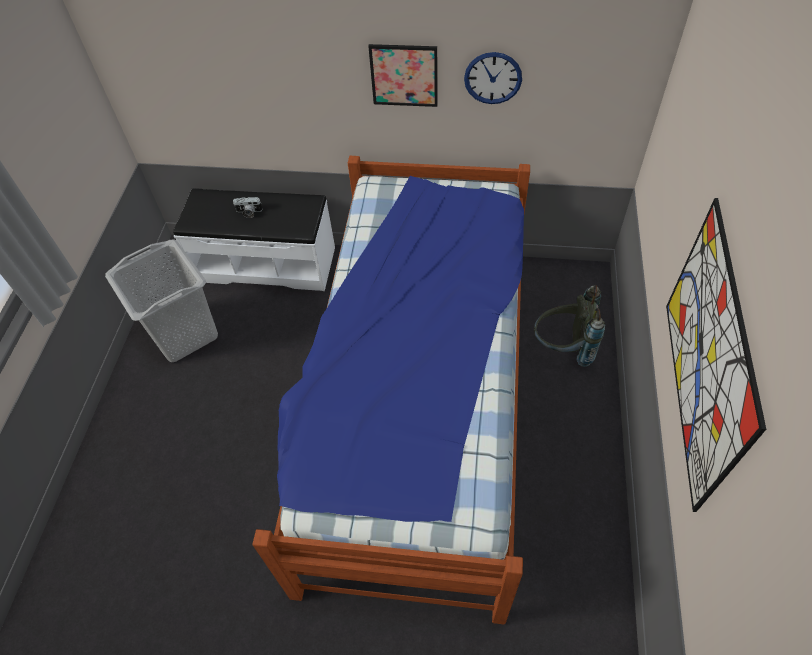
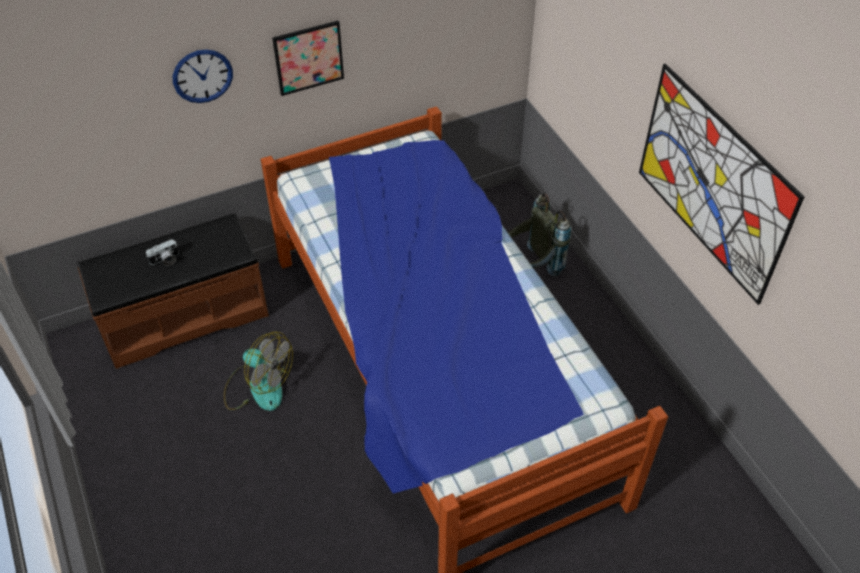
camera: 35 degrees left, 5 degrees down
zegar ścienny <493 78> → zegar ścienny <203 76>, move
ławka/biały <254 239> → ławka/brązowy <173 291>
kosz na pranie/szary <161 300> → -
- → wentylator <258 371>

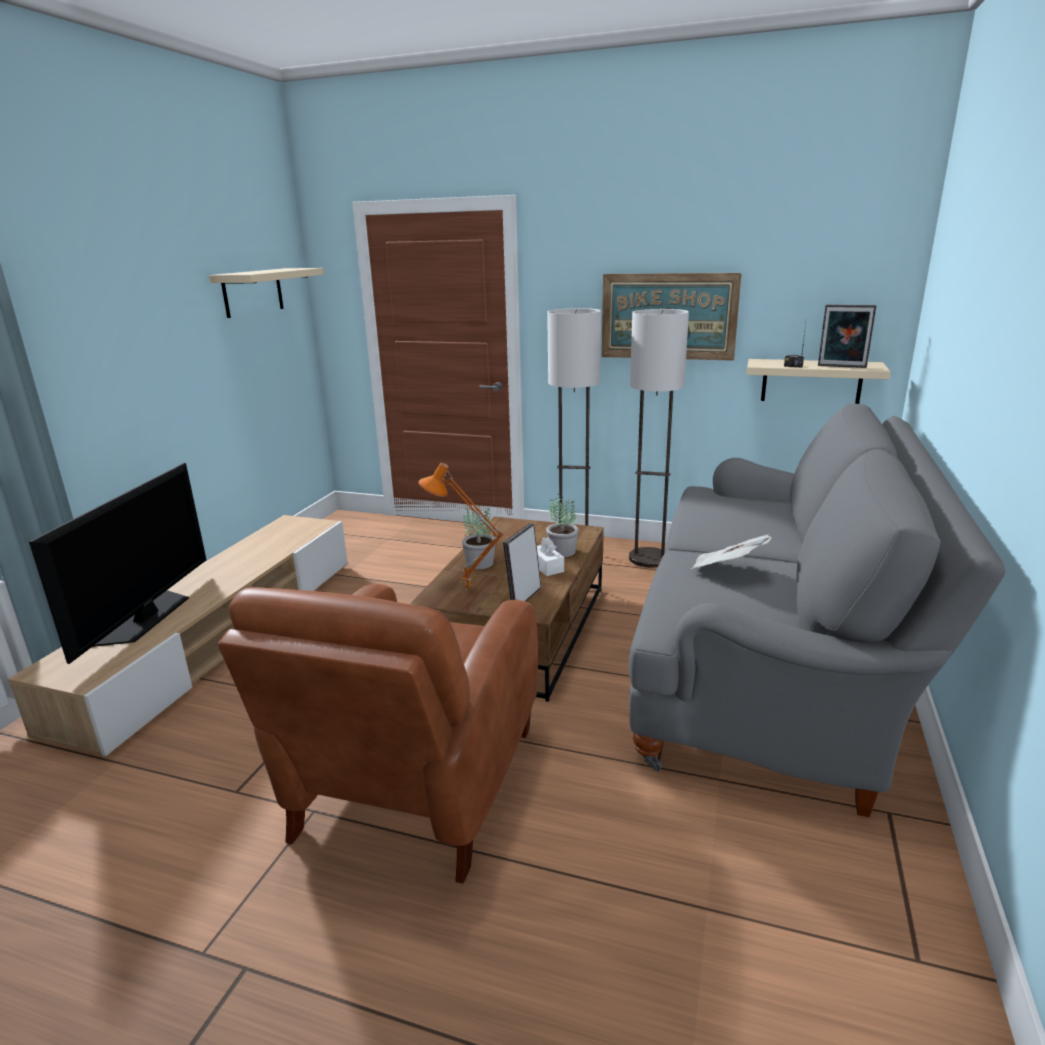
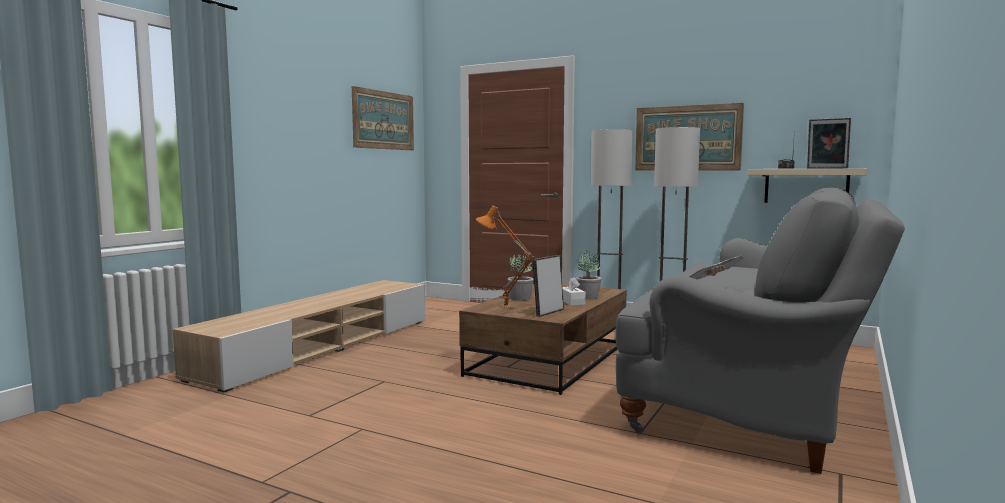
camera: 10 degrees right, 15 degrees down
półka/beżowy <266 293> → obraz <383 118>
telewizor <117 563> → -
fotel/brązowy <378 734> → -

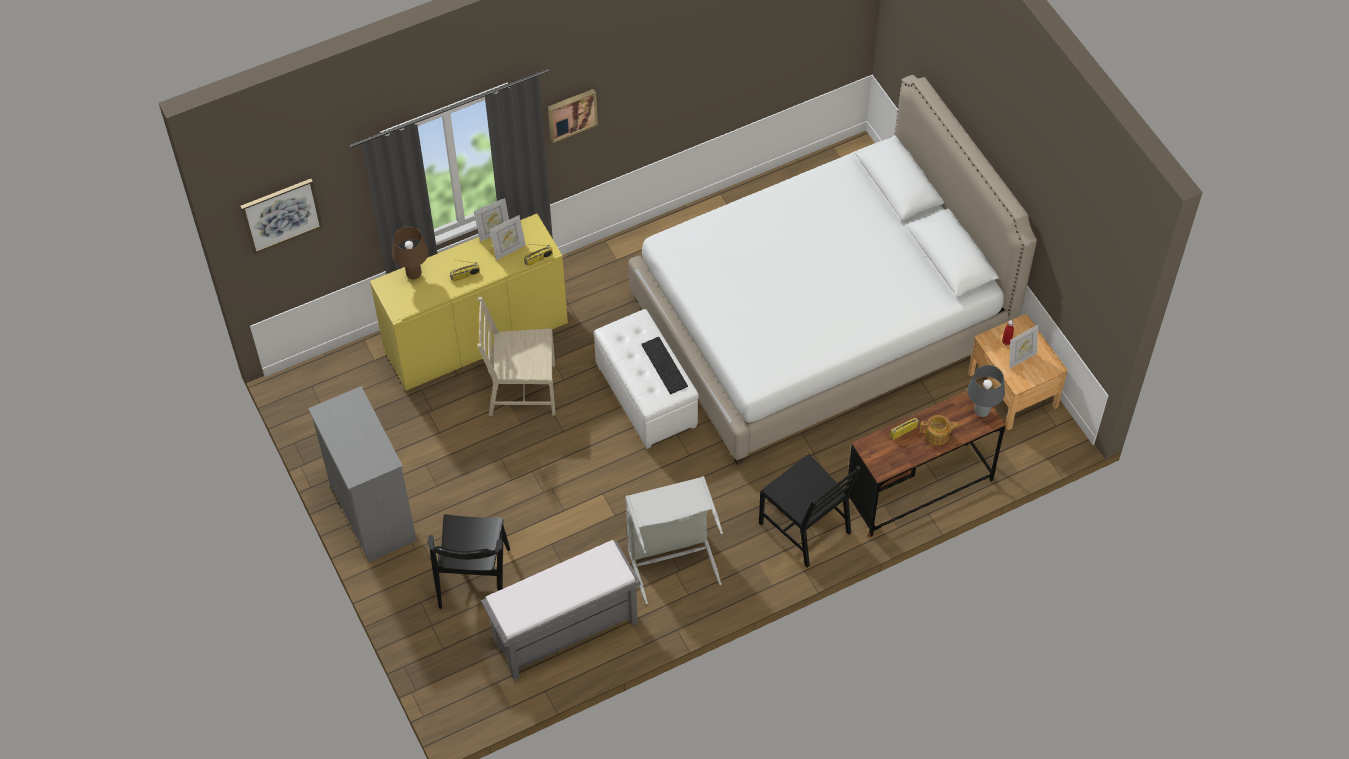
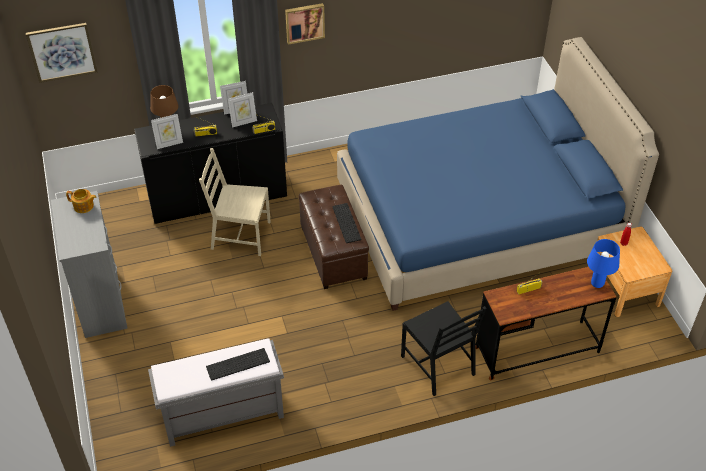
camera: 10 degrees right, 10 degrees down
łóżko/biały <832 270> → łóżko/niebieski <498 174>
szafka/żółty <469 302> → szafka/czarny <210 163>
pufa/biały <646 379> → pufa/brązowy <334 237>
ramka na zdjęcie <1023 347> → ramka na zdjęcie <167 131>, move
lampa stołowa/szary <986 391> → lampa stołowa/niebieski <603 263>
imbryk <939 430> → imbryk <81 201>, move
kosz na pranie/szary <674 540> → -
krzesło/czarny <468 561> → -
- → klawiatura <238 364>

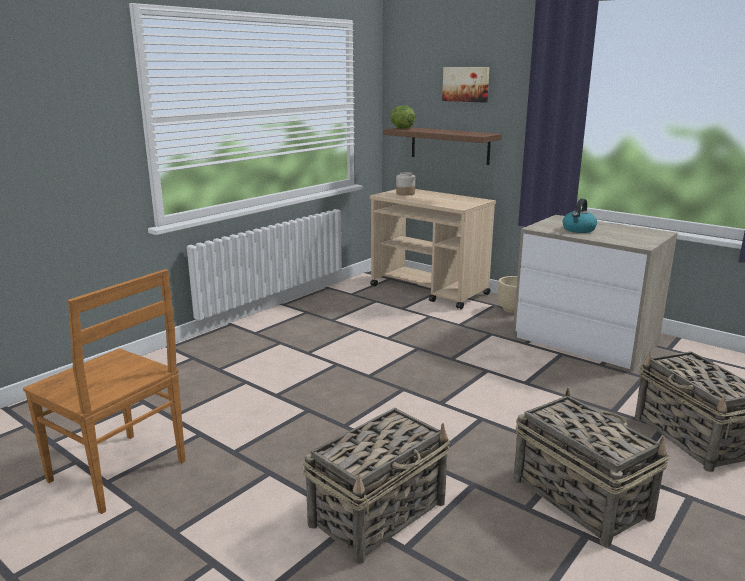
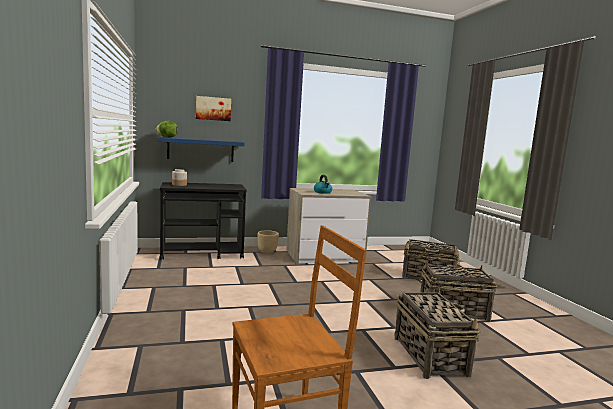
camera: 55 degrees left, 10 degrees down
półka/brązowy <442 146> → półka/niebieski <201 149>
wózek/beżowy <433 249> → wózek/czarny <203 221>

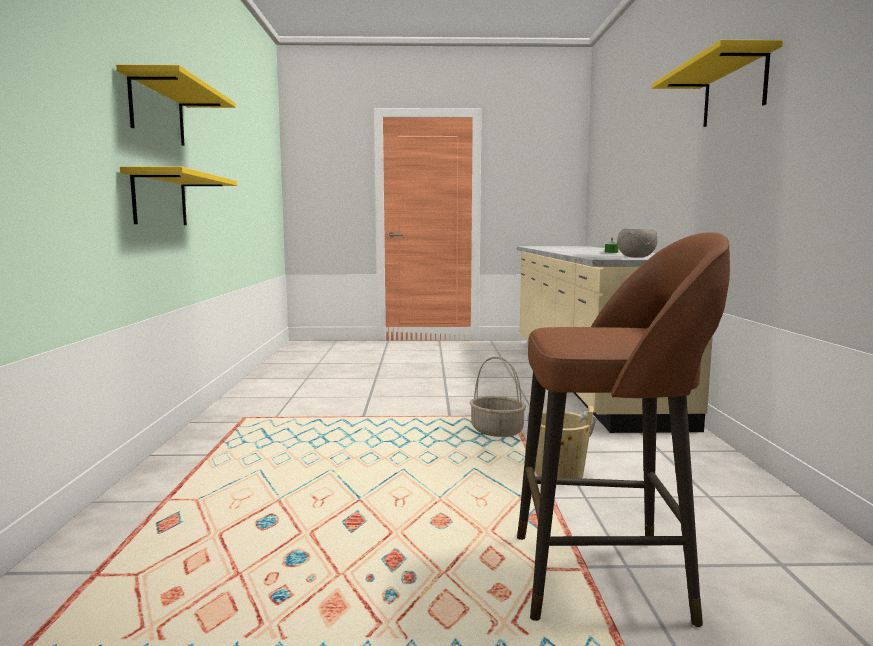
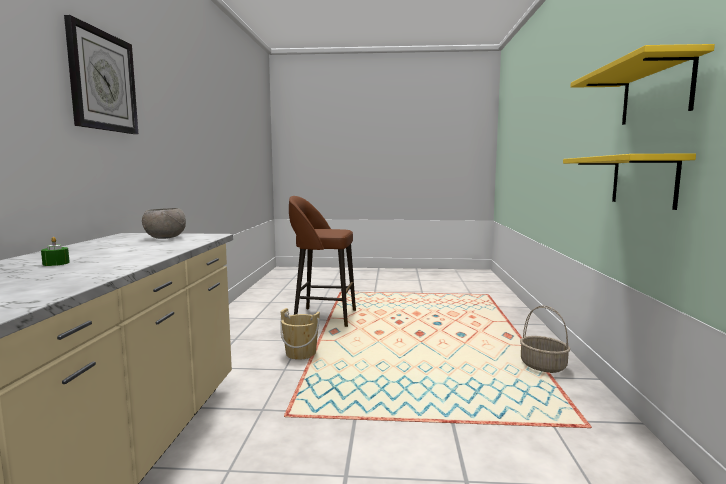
camera: 175 degrees left, 0 degrees up
półka/żółty <717 83> → zegar ścienny <101 74>
koszyk <498 396> → koszyk <545 339>, move

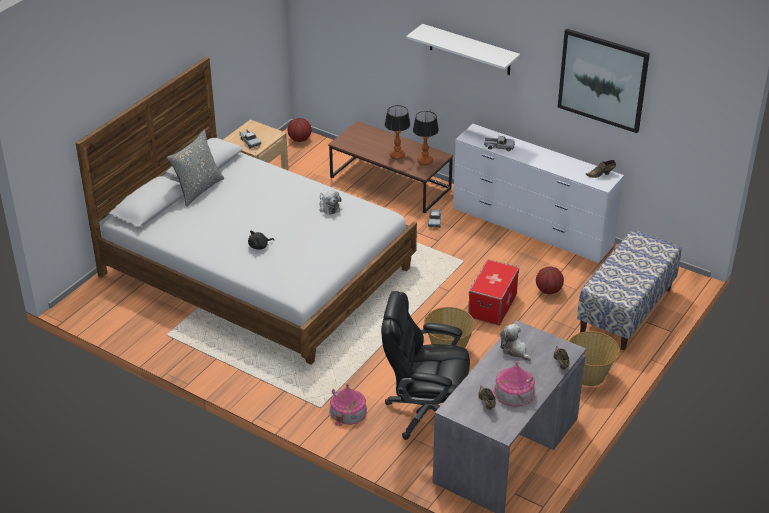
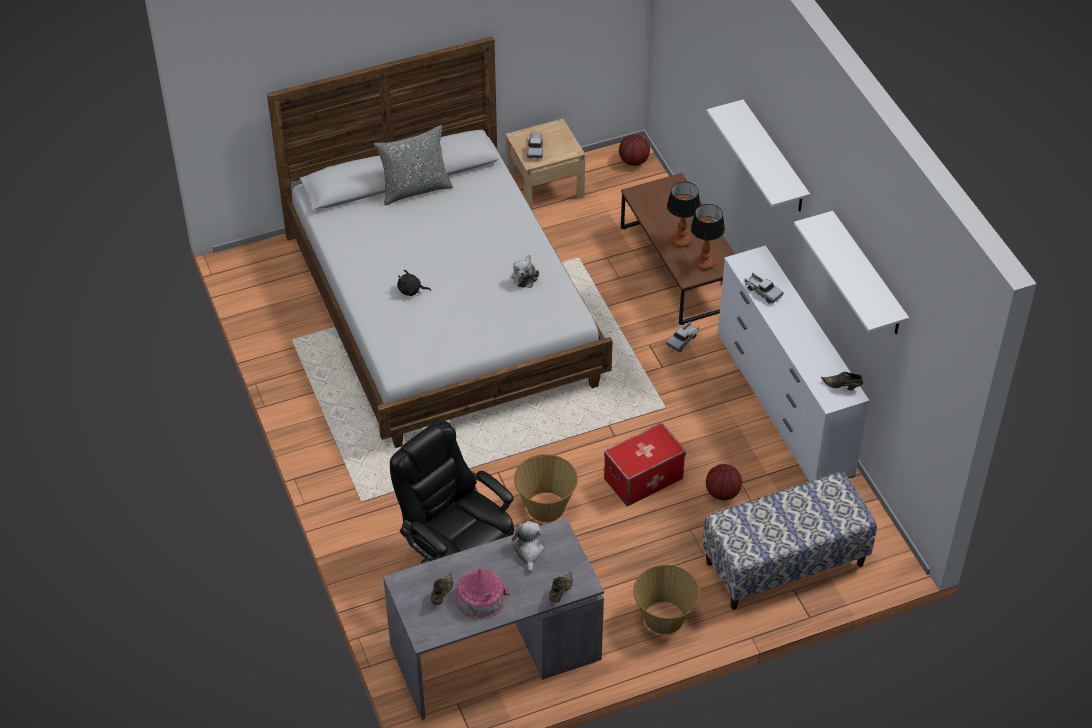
camera: 35 degrees right, 10 degrees up
obraz <604 81> → półka/biały <851 272>
domek <348 404> → -

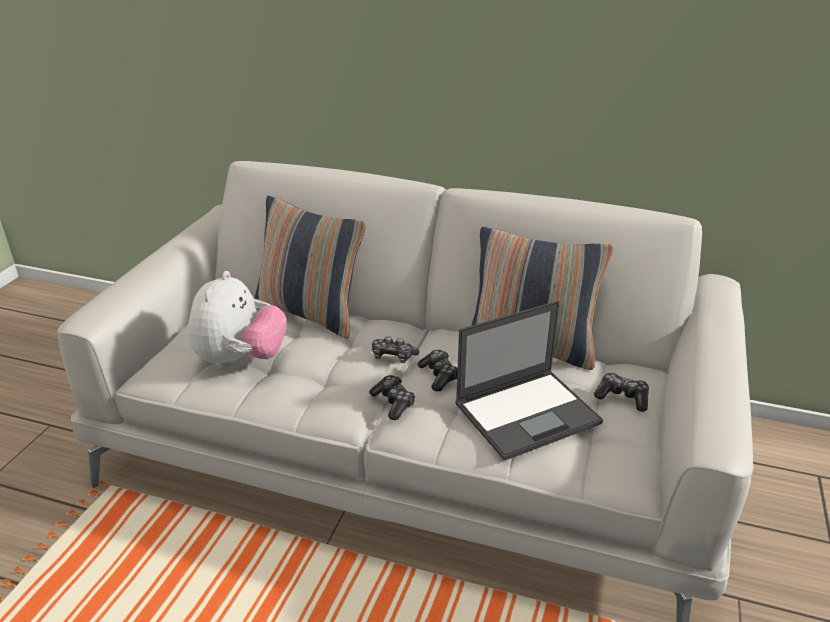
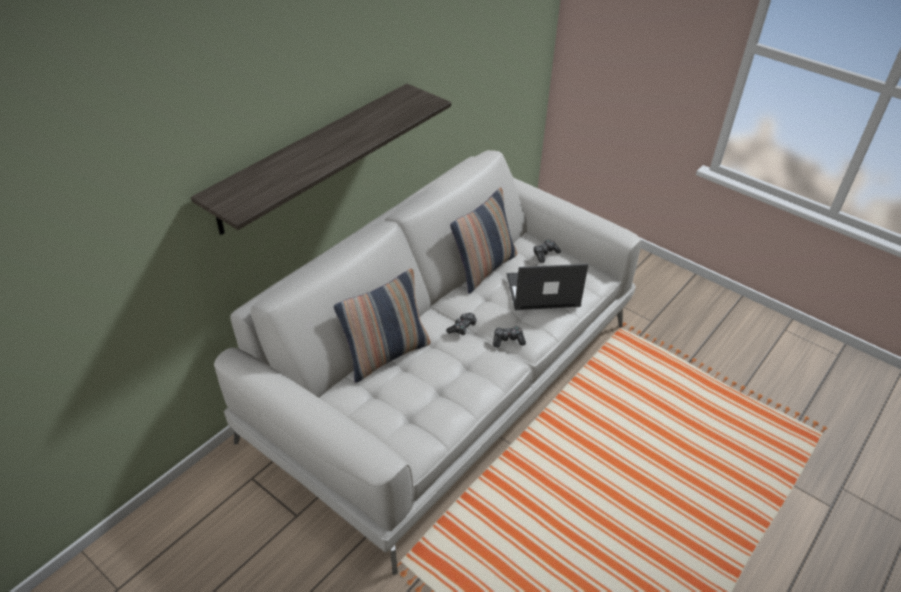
camera: 70 degrees left, 10 degrees up
pluszak <237 319> → -
laptop <529 381> → laptop <547 287>, 90 degrees counterclockwise
pad do gier <437 371> → -
- → półka <321 159>

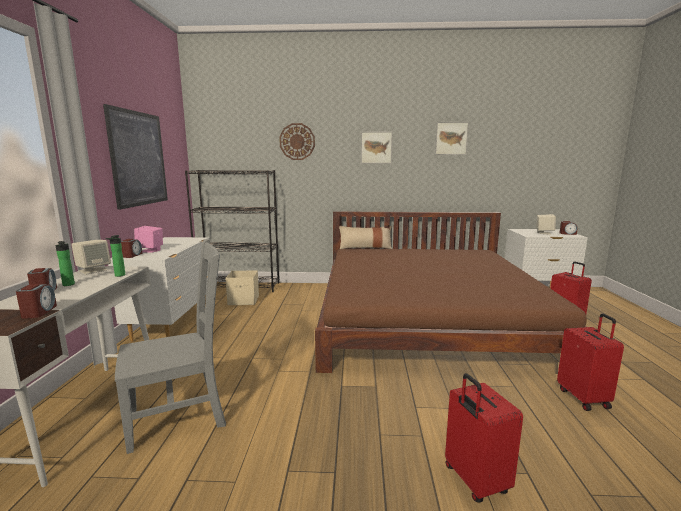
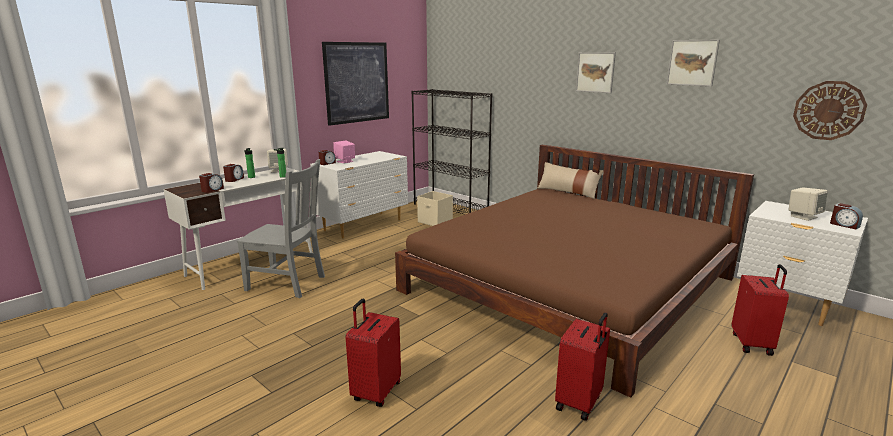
camera: 40 degrees right, 5 degrees up
zegar ścienny <297 141> → zegar ścienny <830 110>, move

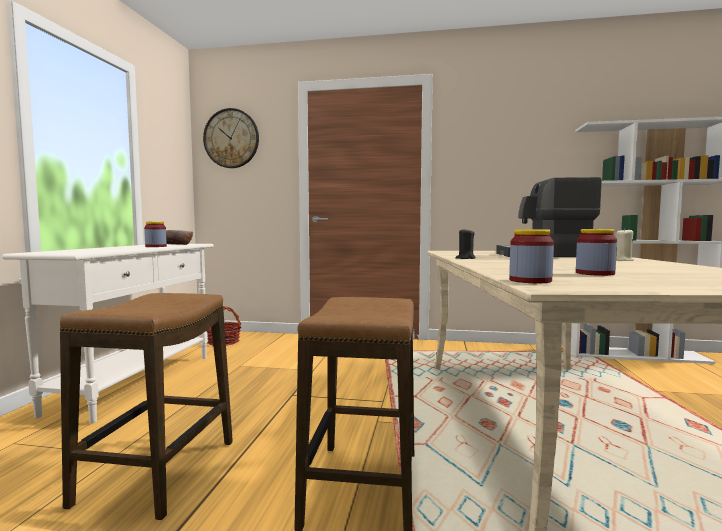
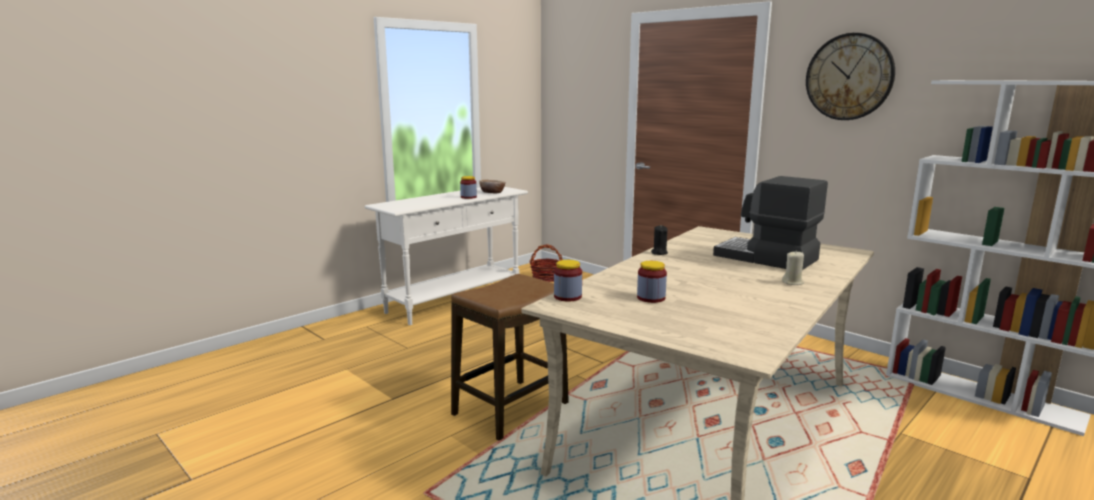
camera: 35 degrees right, 10 degrees up
zegar ścienny <231 138> → zegar ścienny <850 76>, move
stołek <146 406> → -

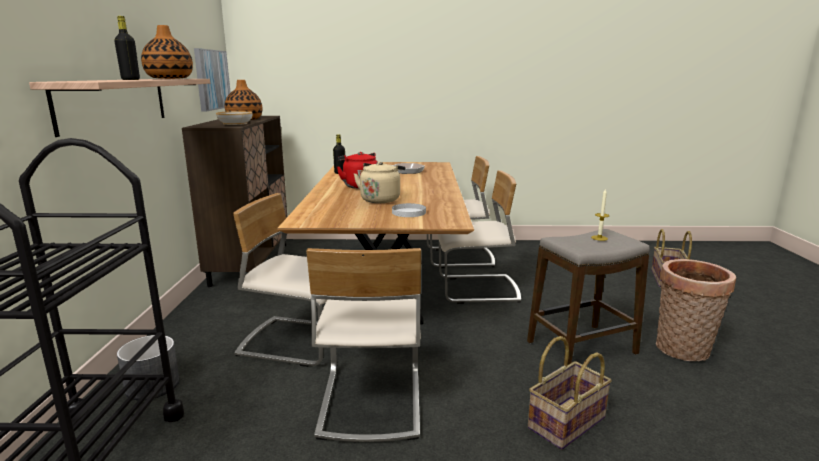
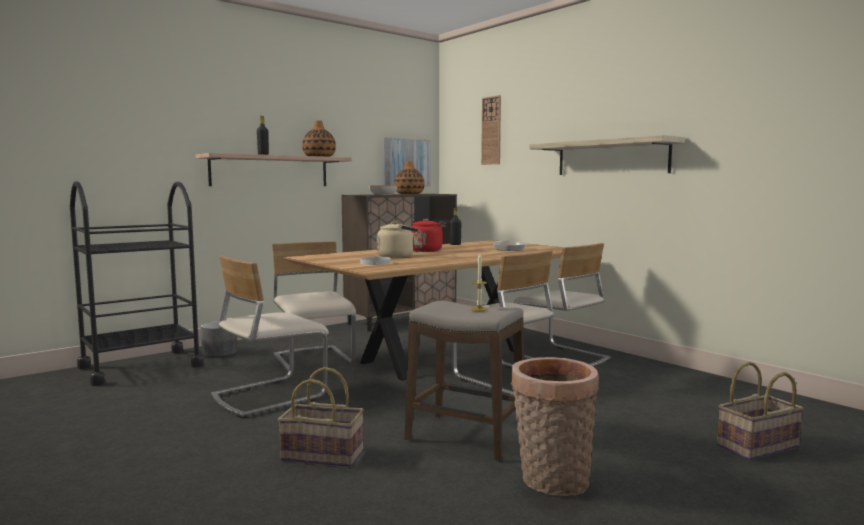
camera: 50 degrees right, 10 degrees down
- → zegar ścienny <491 130>
- → półka <607 155>

